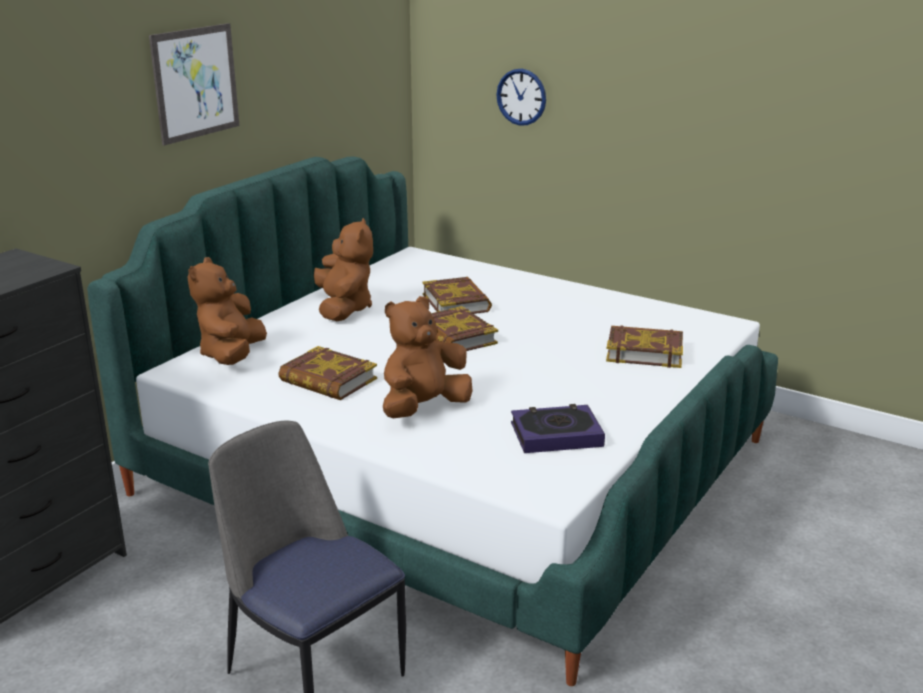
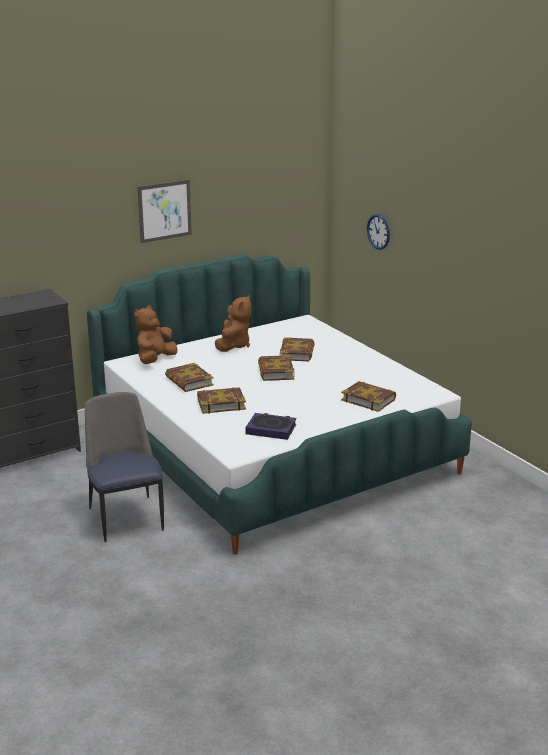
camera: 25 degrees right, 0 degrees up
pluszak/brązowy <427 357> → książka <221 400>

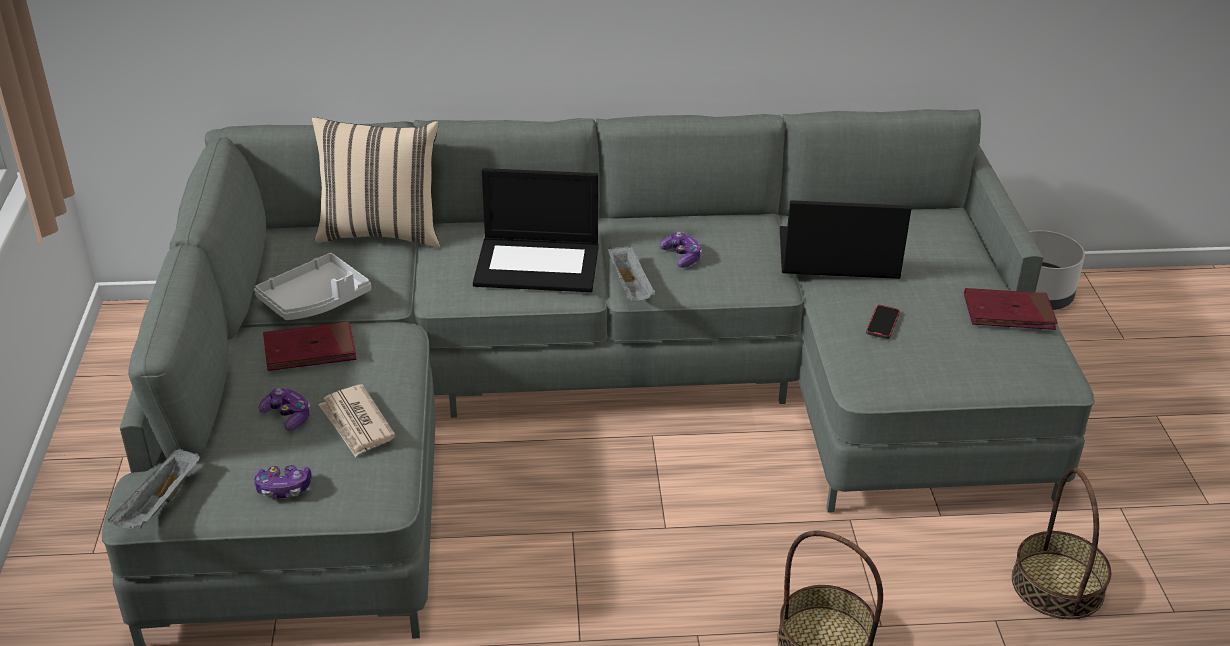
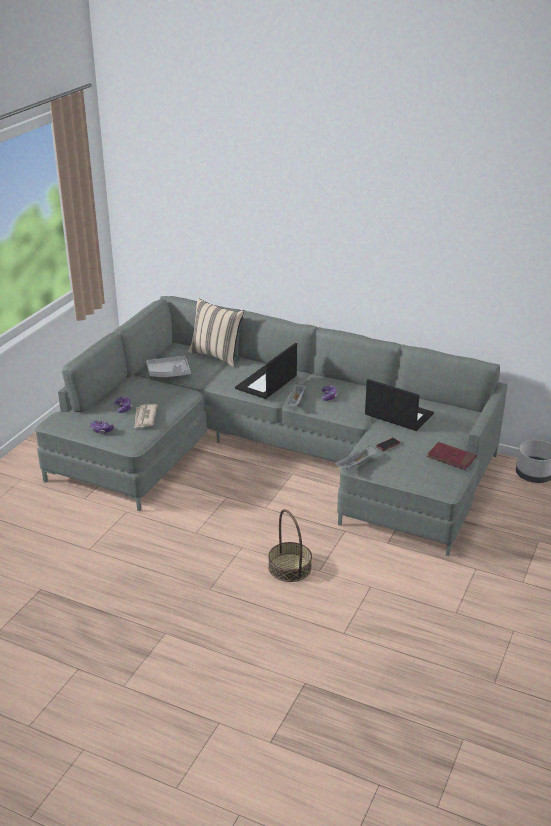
camera: 30 degrees right, 5 degrees down
laptop <536 230> → laptop <266 371>, 90 degrees clockwise
książka/czerwony <309 346> → -
taca/szary <154 488> → taca/szary <355 457>, move
koszyk <1061 543> → -

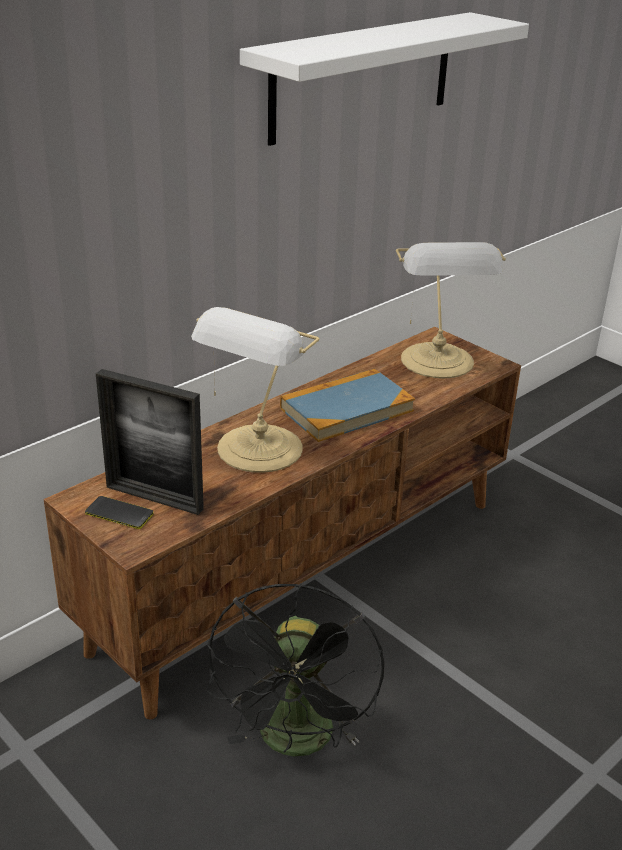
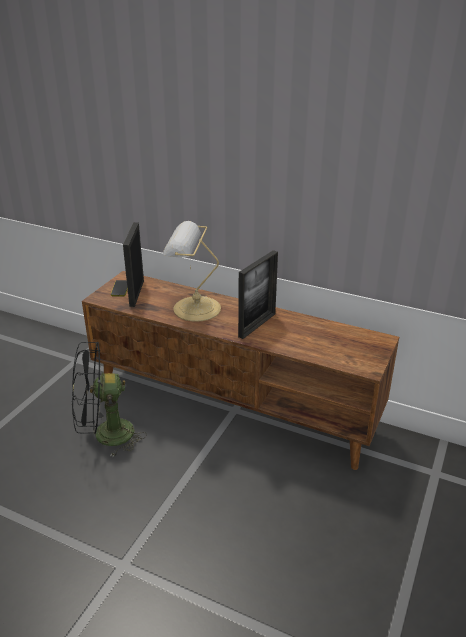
camera: 70 degrees right, 0 degrees up
półka/biały <384 79> → -
lampa stołowa <451 310> → -
książka <347 405> → ramka na zdjęcie <258 294>

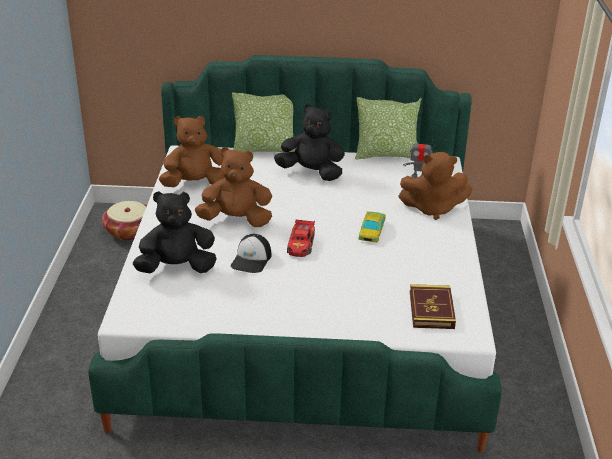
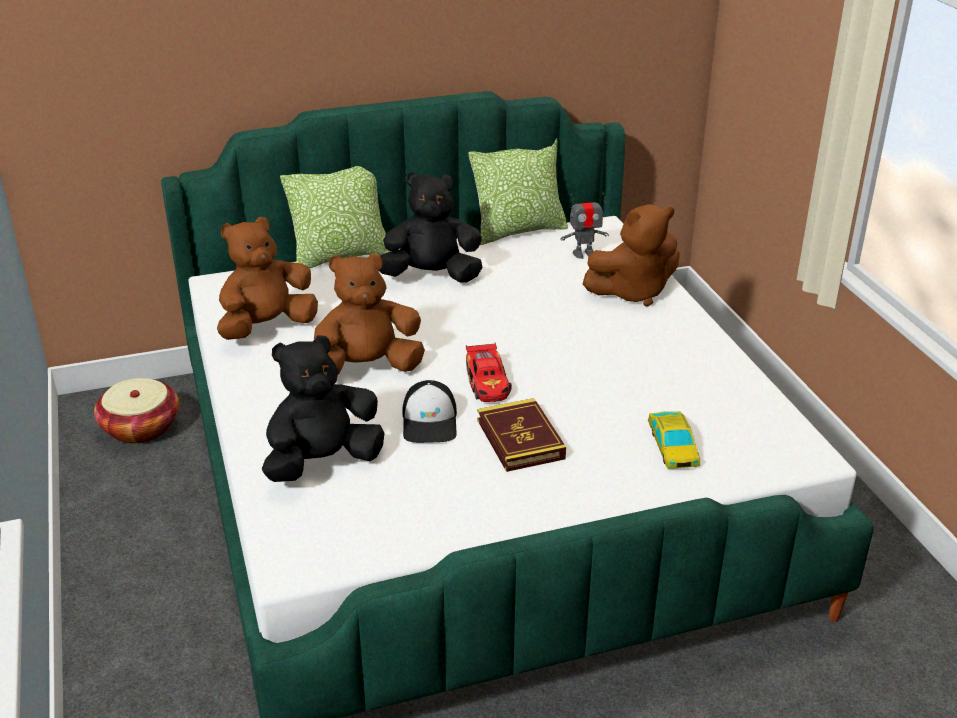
camera: 20 degrees left, 0 degrees up
samochodzik <372 226> → samochodzik <674 439>, move
książka <433 306> → książka <522 435>, move

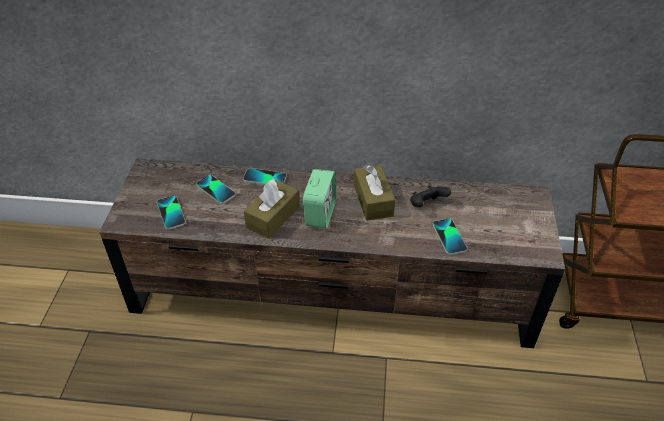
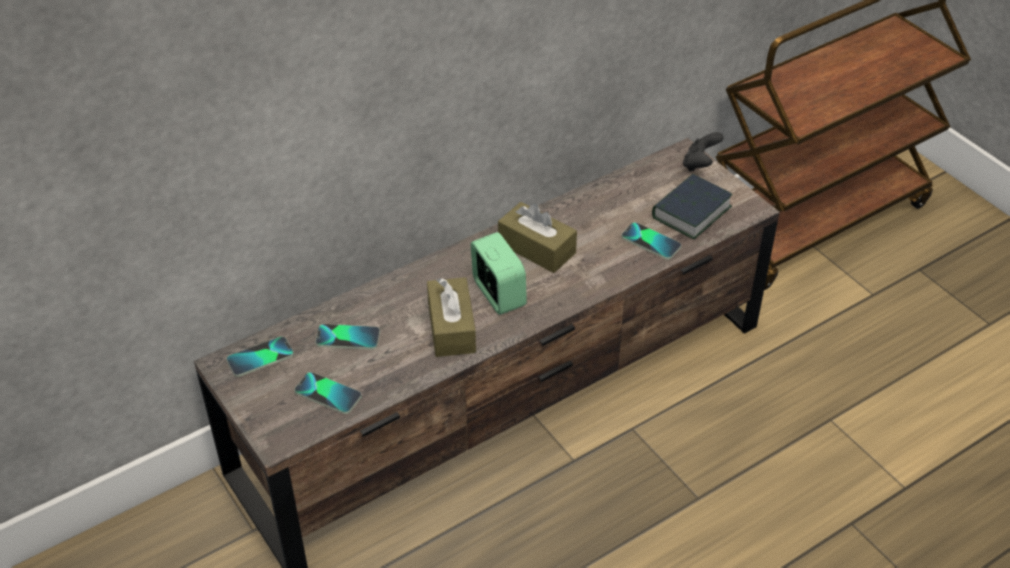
camera: 40 degrees left, 0 degrees up
telefon <265 176> → telefon <260 356>, move
pad do gier/czarny <430 196> → pad do gier/czarny <703 151>, move
- → książka <692 206>

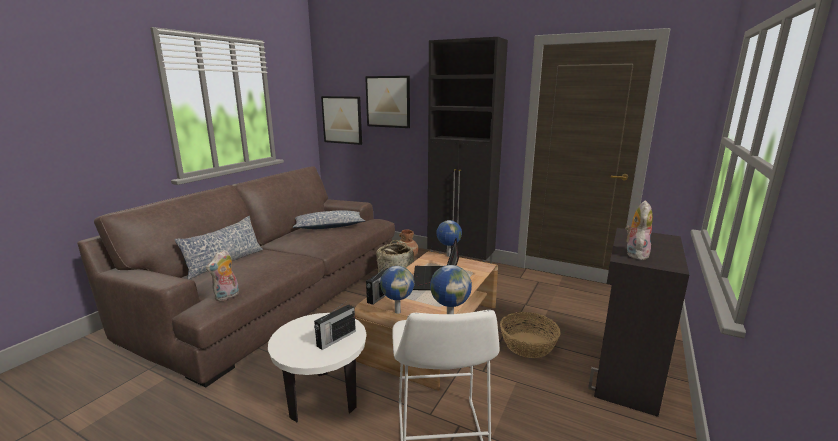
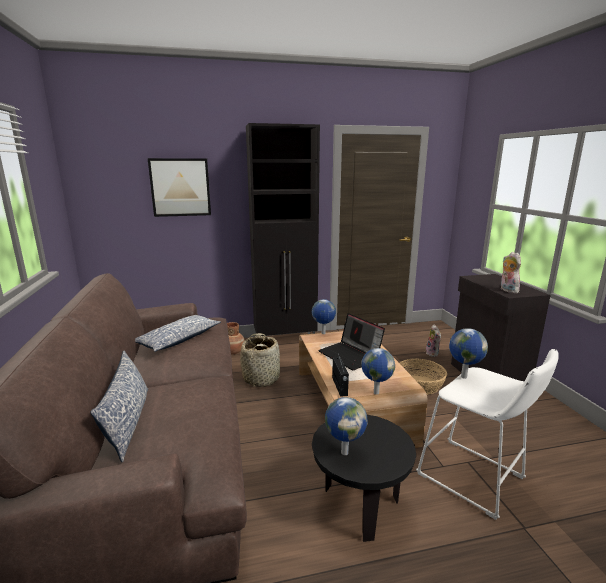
camera: 40 degrees left, 0 degrees up
obraz <341 120> → -
pluszak <222 275> → pluszak <433 340>, move
radio <335 326> → -
stolik/biały <317 367> → stolik/czarny <364 478>
- → globus <346 426>

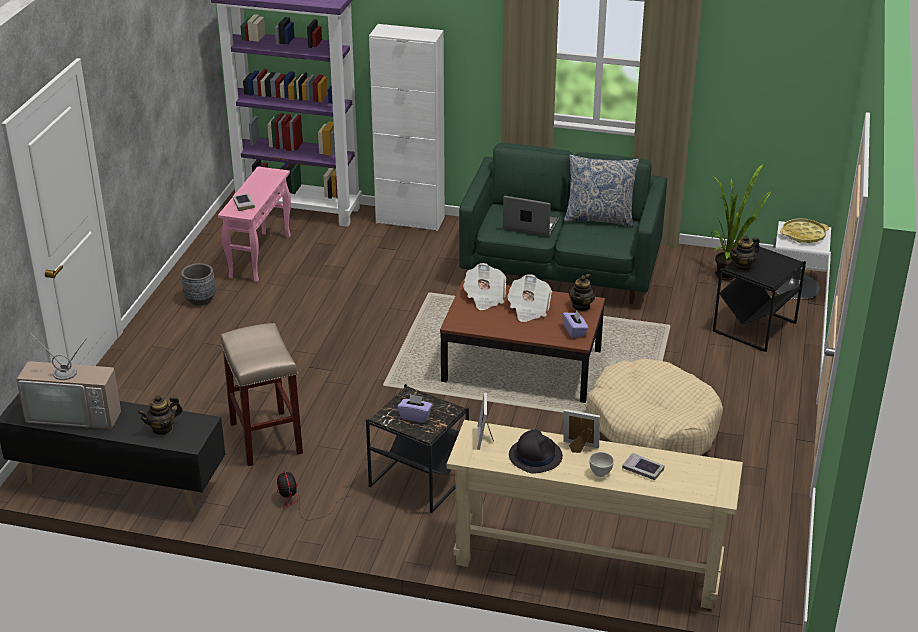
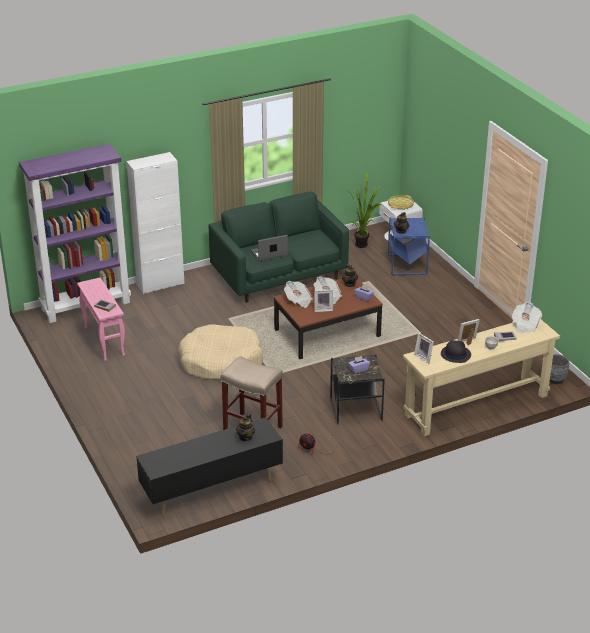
camera: 40 degrees left, 0 degrees up
poduszka <601 191> → -
stolik/czarny <759 299> → stolik/niebieski <409 246>
donica/szary <198 284> → donica/szary <559 369>, move
telewizor <68 381> → -
legowisko/beżowy <655 407> → legowisko/beżowy <220 352>, move
- → ramka na zdjęcie <323 300>
- → gazeta <526 317>

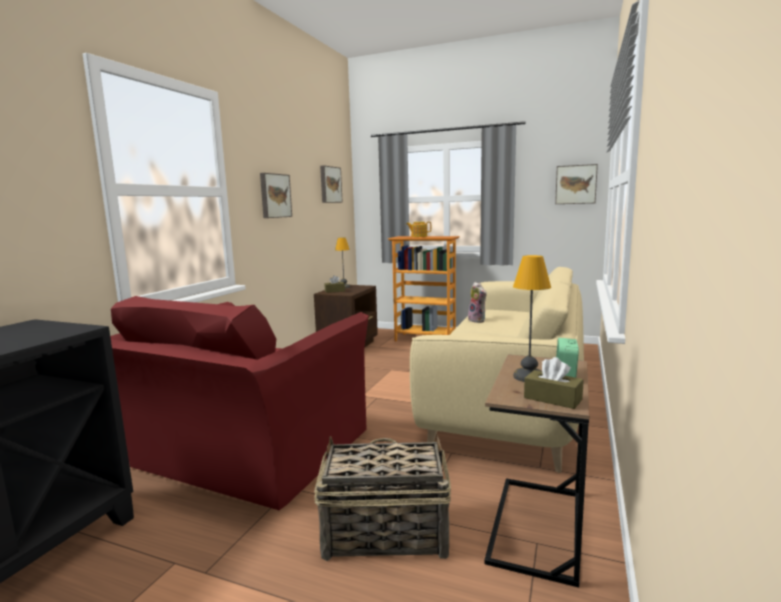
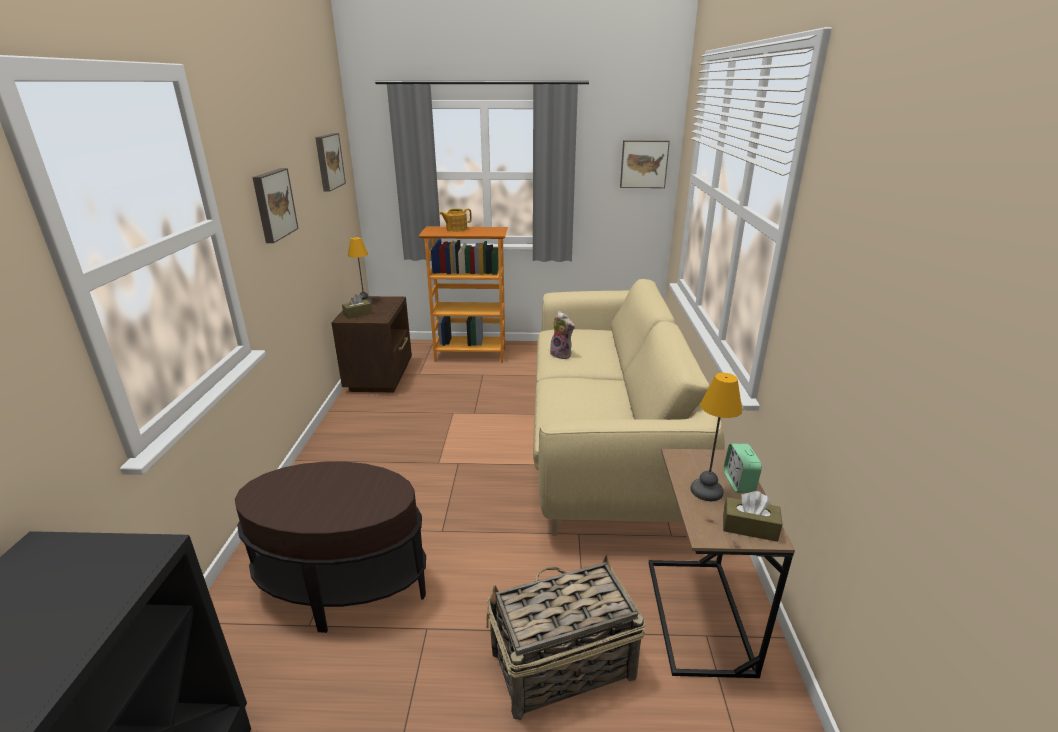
camera: 20 degrees left, 15 degrees up
fotel/czerwony <239 403> → stolik/brązowy <330 547>

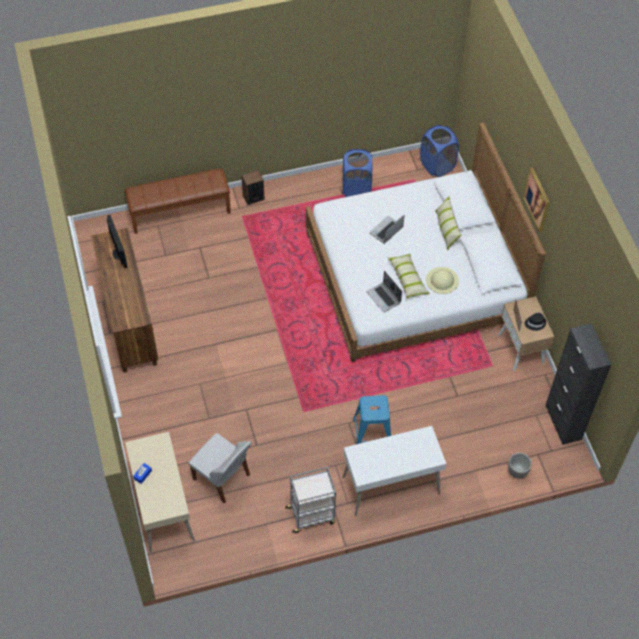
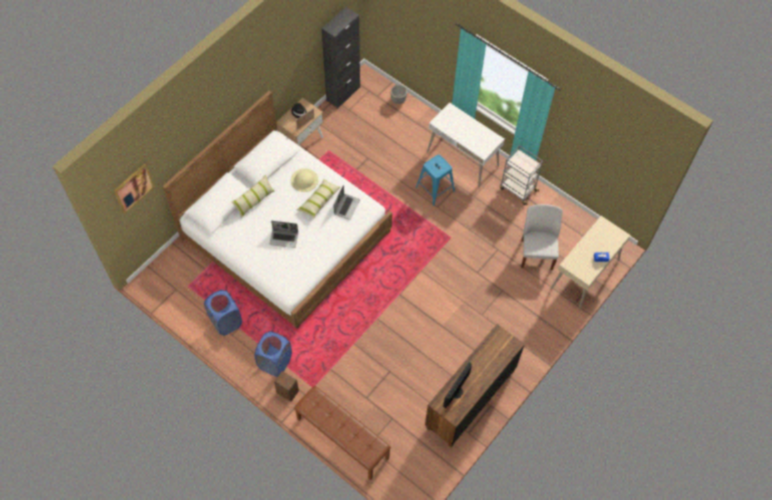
camera: 125 degrees left, 5 degrees up
kosz na pranie/niebieski <439 151> → kosz na pranie/niebieski <273 354>, move
obraz <536 199> → obraz <134 188>, move

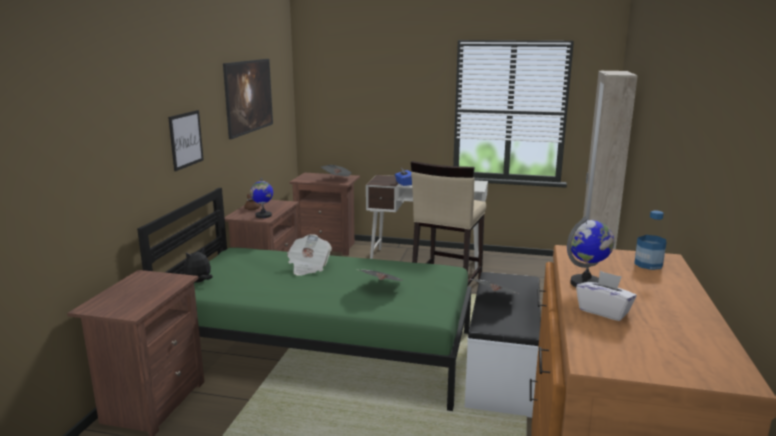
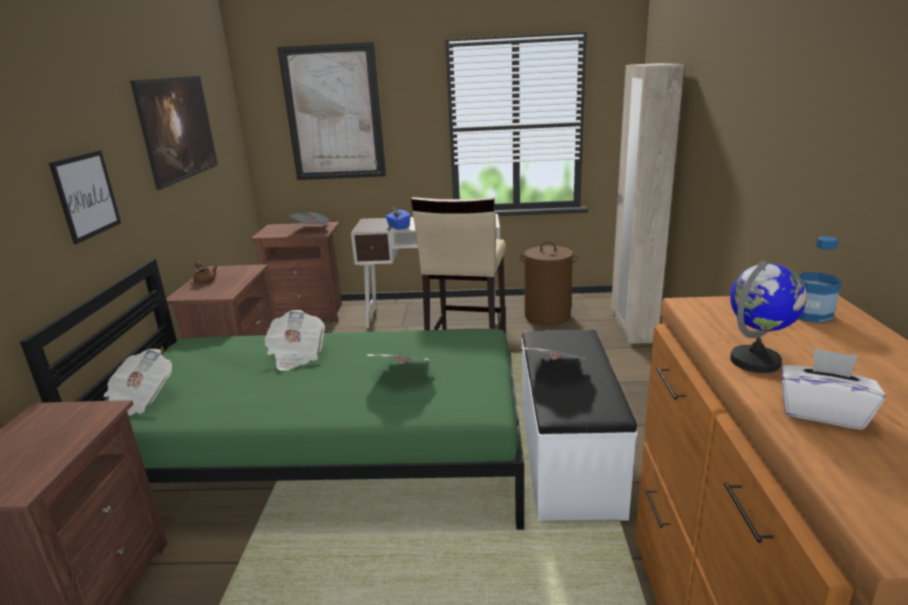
camera: 10 degrees left, 5 degrees up
globus <261 197> → -
pluszak <198 265> → gazeta <138 382>
- → obraz <331 111>
- → kosz na pranie/brązowy <549 284>

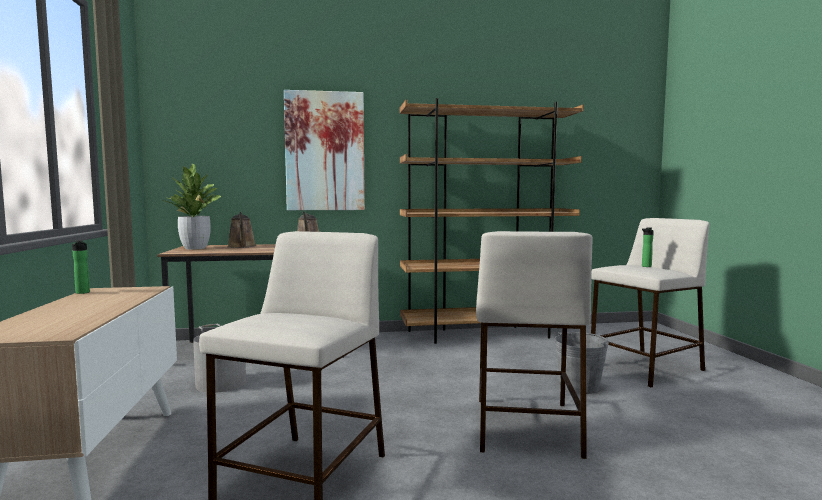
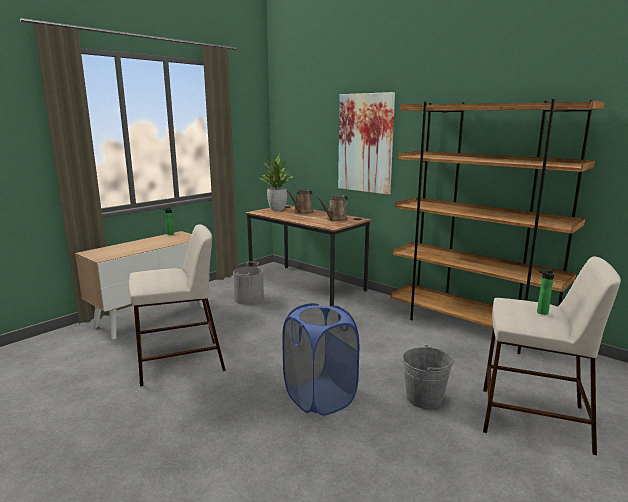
camera: 50 degrees right, 10 degrees up
stołek/beżowy <534 345> → kosz na pranie/niebieski <320 359>

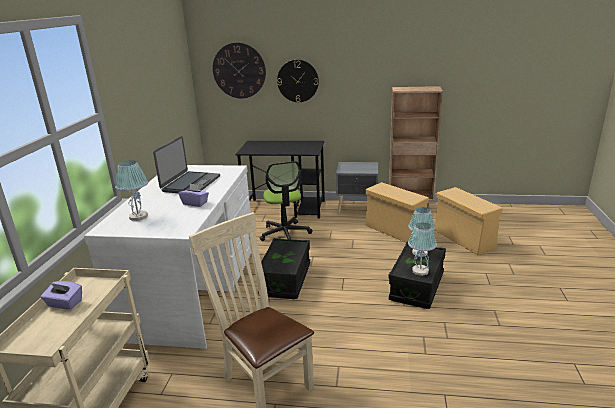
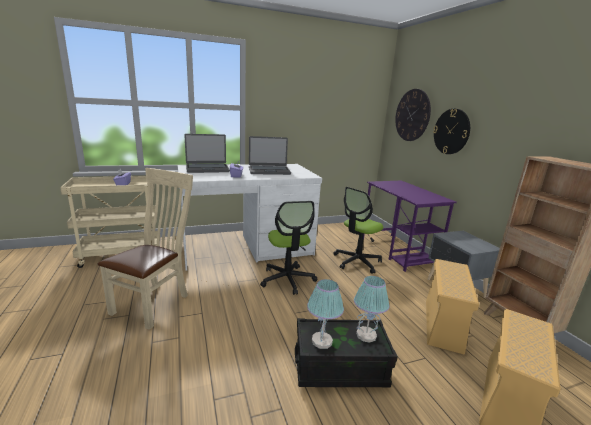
camera: 60 degrees right, 5 degrees down
biurko/czarny <280 179> → biurko/fioletowy <410 226>
lampa stołowa <131 190> → laptop <207 153>
pojemnik do przechowywania/czarny <284 268> → krzesło biurowe <288 248>

